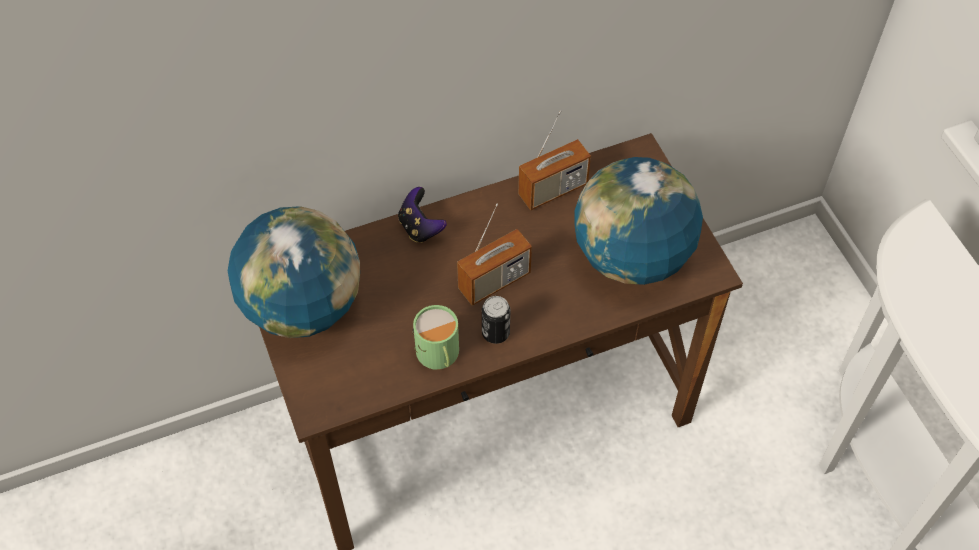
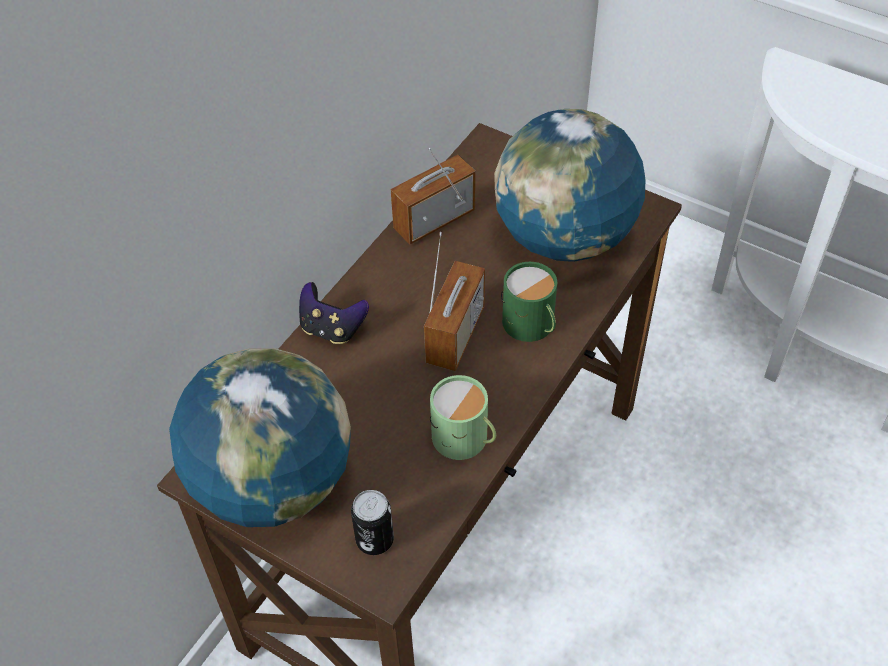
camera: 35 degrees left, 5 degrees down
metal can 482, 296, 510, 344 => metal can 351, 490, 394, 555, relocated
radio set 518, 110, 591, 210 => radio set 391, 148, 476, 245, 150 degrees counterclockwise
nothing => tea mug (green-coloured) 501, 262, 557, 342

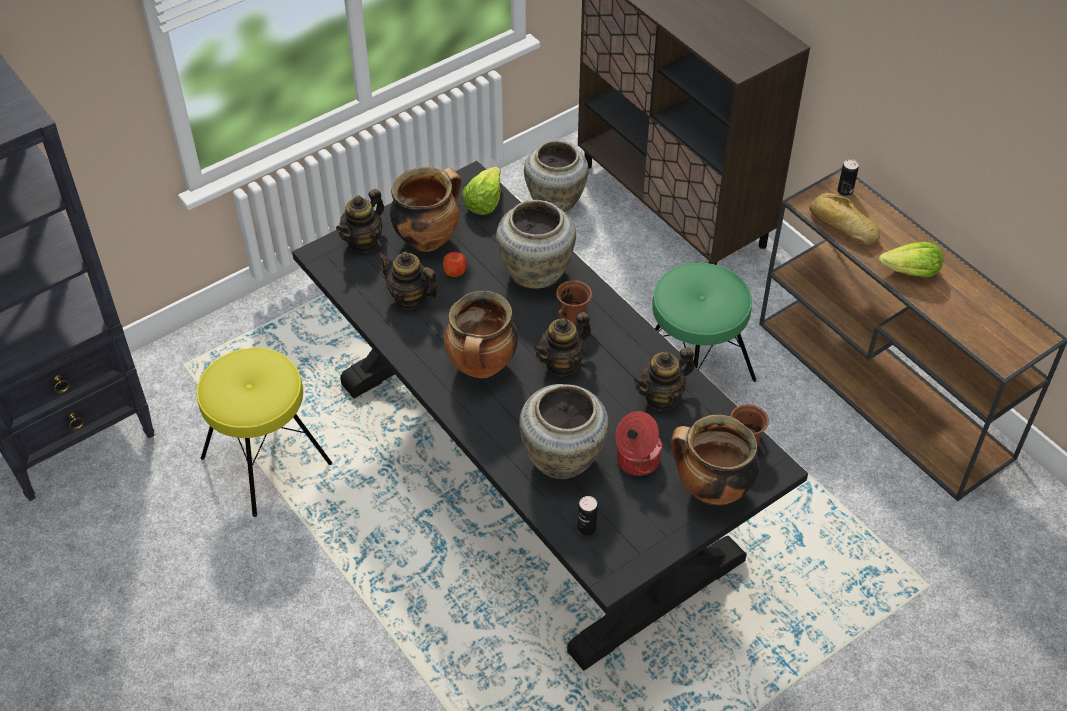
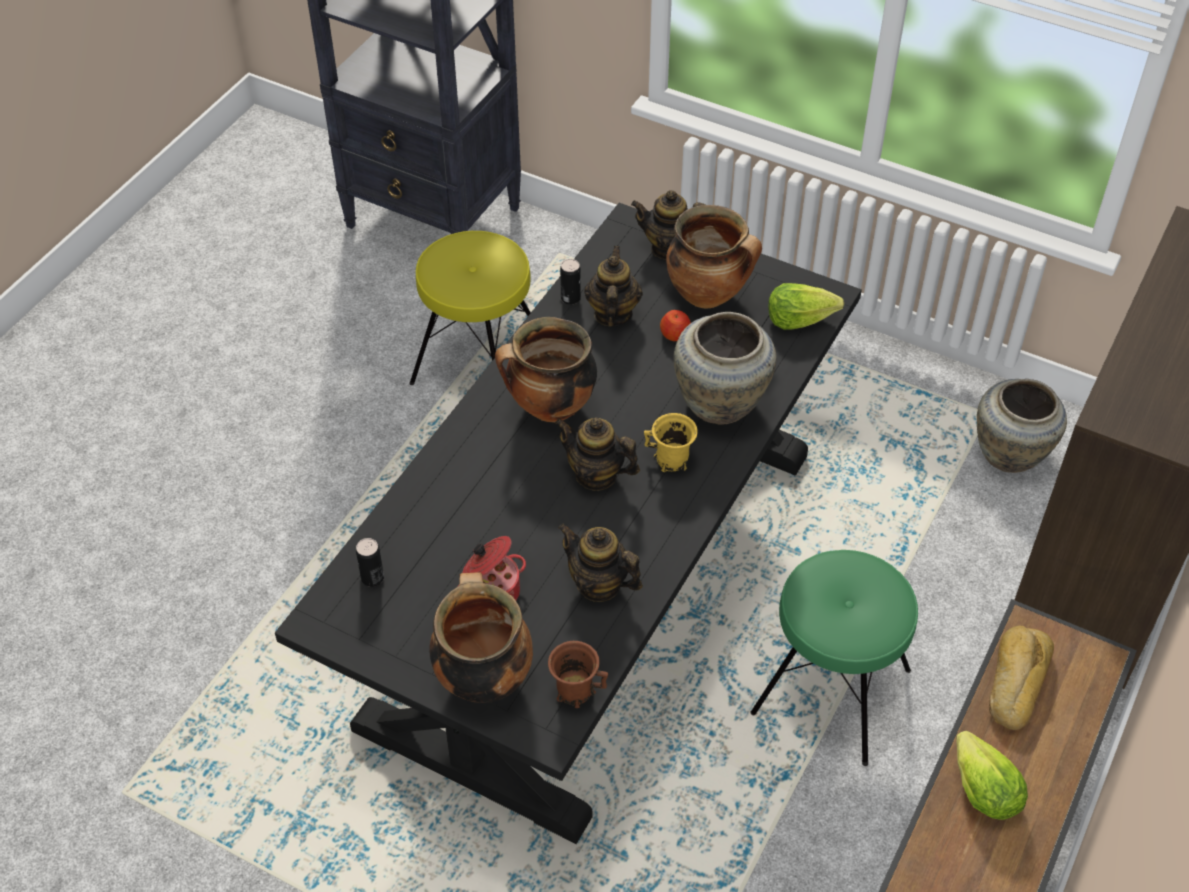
camera: 65 degrees right, 0 degrees up
vase (beige) 519, 384, 609, 479 => nothing
tea mug (brown-coloured) 556, 280, 592, 326 => tea mug (yellow-coloured) 644, 413, 698, 472
metal can 837, 159, 859, 196 => metal can 560, 259, 581, 305, relocated

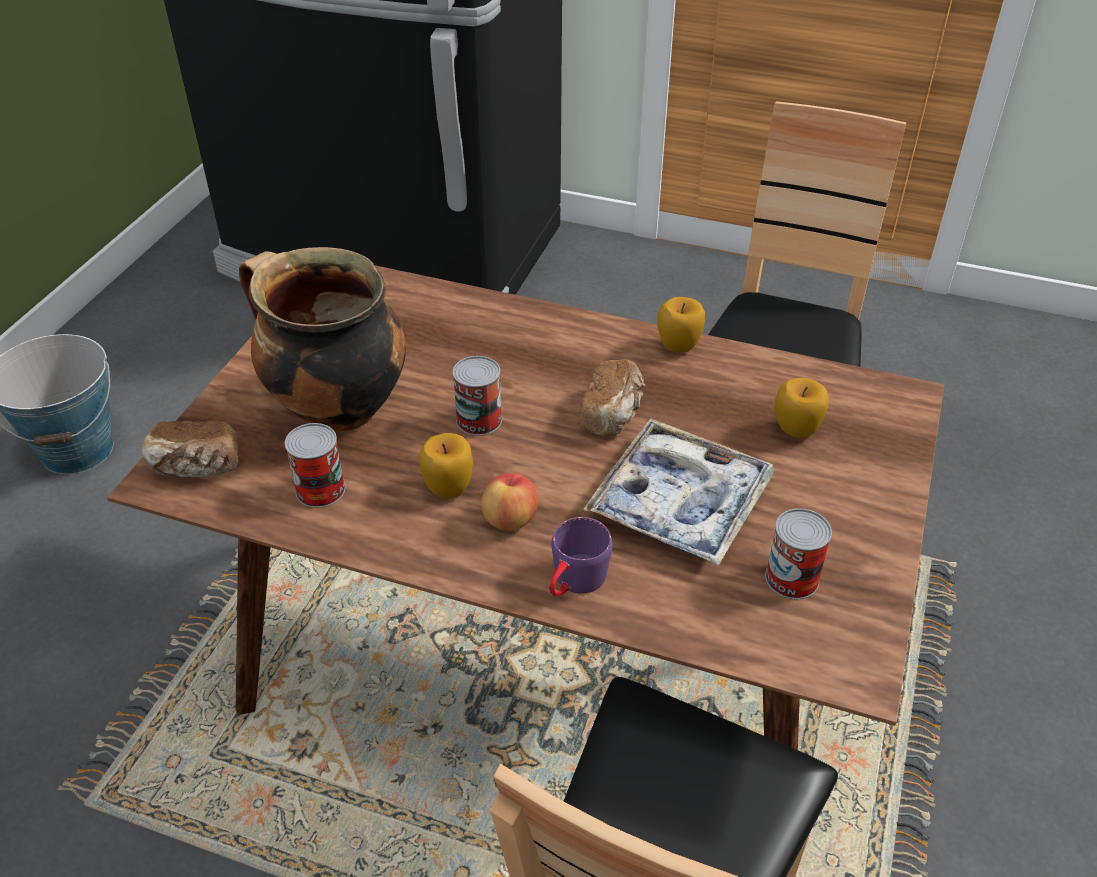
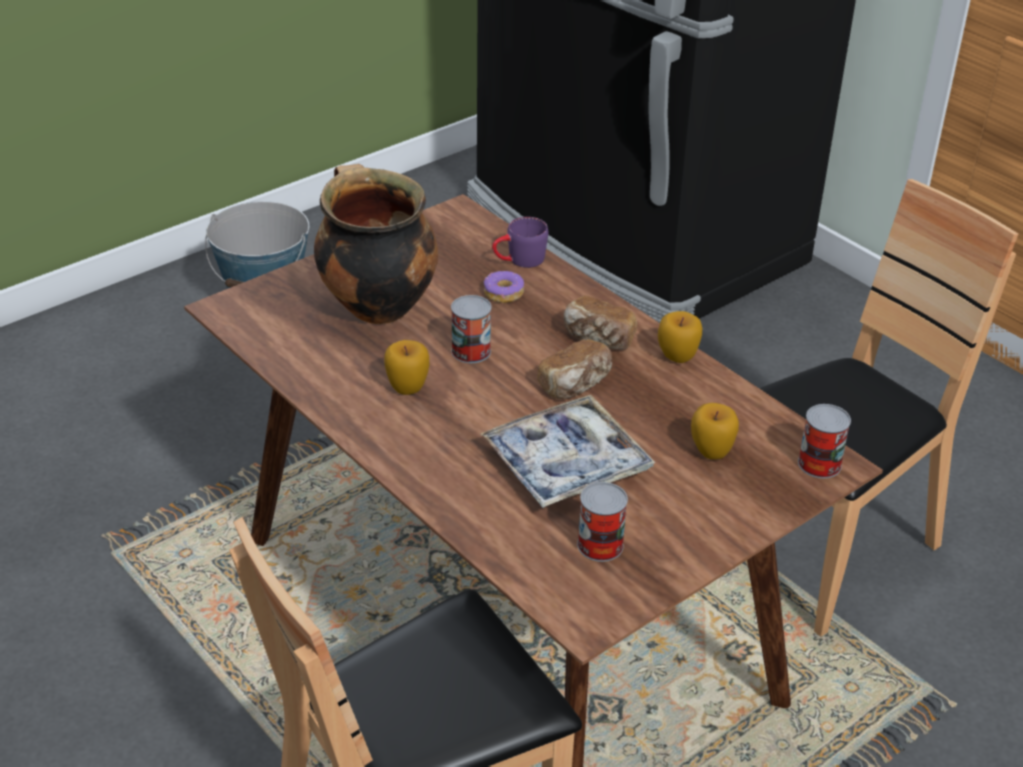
camera: 30 degrees right, 5 degrees down
bread 142, 420, 238, 478 => bread 563, 296, 637, 350, relocated
metal can 285, 423, 345, 508 => metal can 798, 404, 851, 478, relocated
apple fruit 481, 473, 538, 531 => nothing
tea mug (purple-coloured) 549, 517, 613, 596 => tea mug (purple-coloured) 492, 217, 549, 268, relocated
nothing => ring doughnut 484, 271, 524, 303

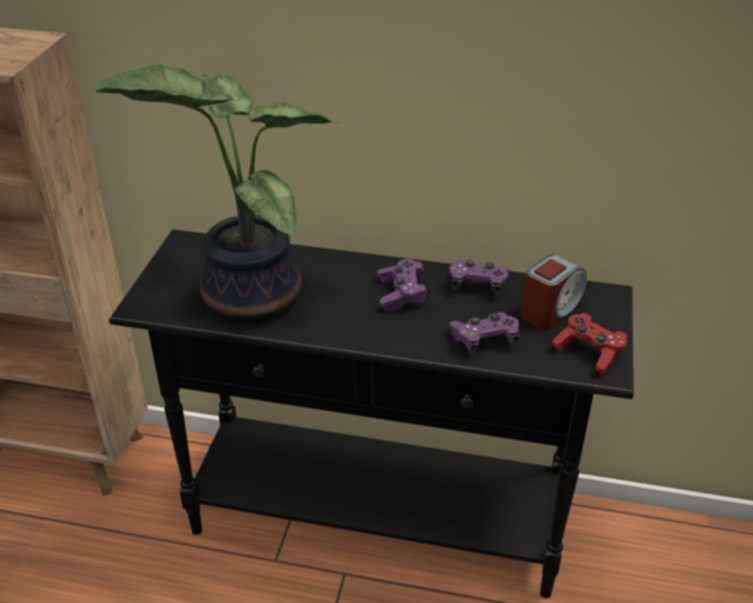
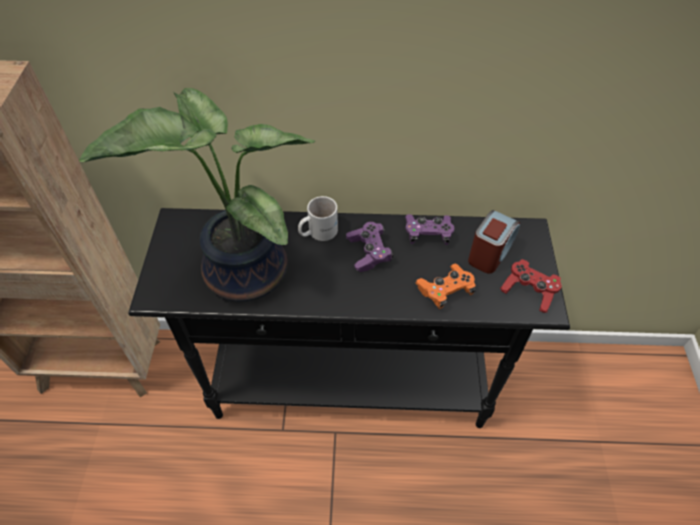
camera: 10 degrees left, 15 degrees up
game controller (purple-coloured) 449, 312, 520, 354 => game controller (orange-coloured) 415, 264, 476, 309
nothing => tea mug (white) 298, 196, 338, 241

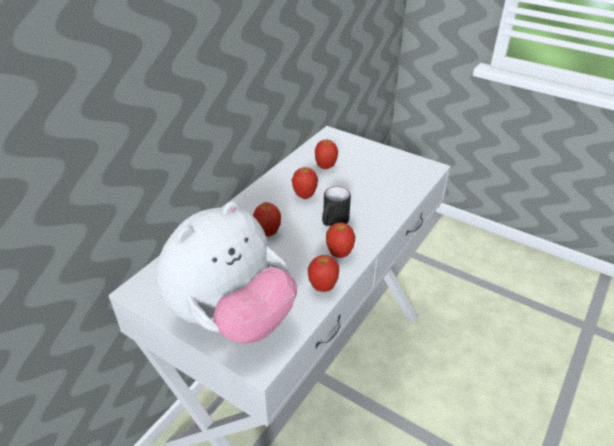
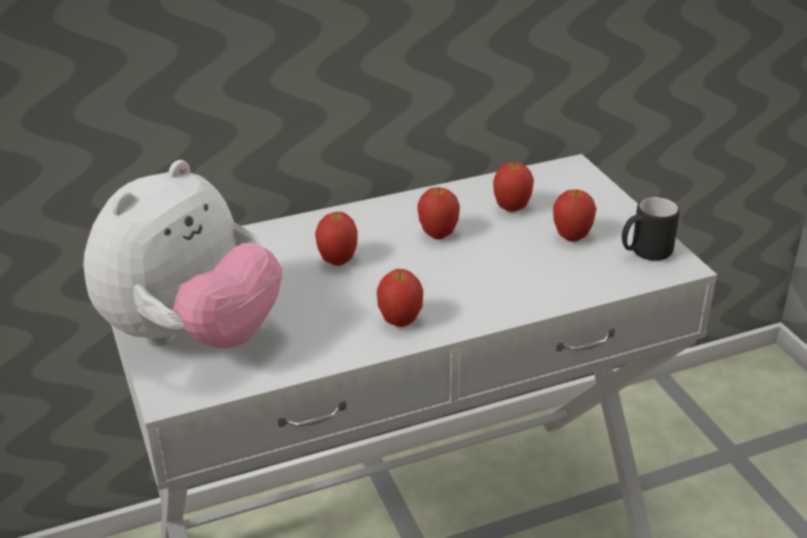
camera: 35 degrees right, 5 degrees down
soft toy 156, 202, 297, 343 => soft toy 83, 160, 282, 349, 45 degrees counterclockwise
apple fruit 308, 255, 339, 292 => apple fruit 553, 190, 596, 242, relocated
tea mug (black) 322, 186, 351, 226 => tea mug (black) 622, 197, 680, 261, relocated

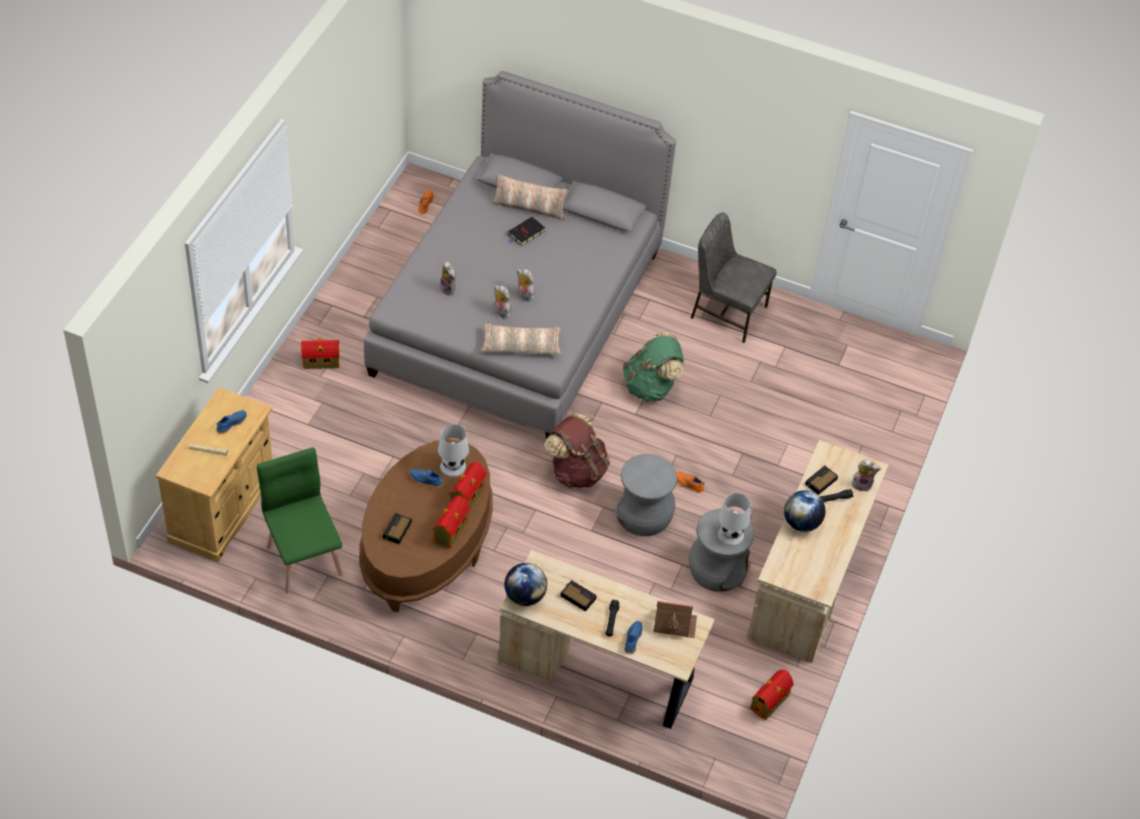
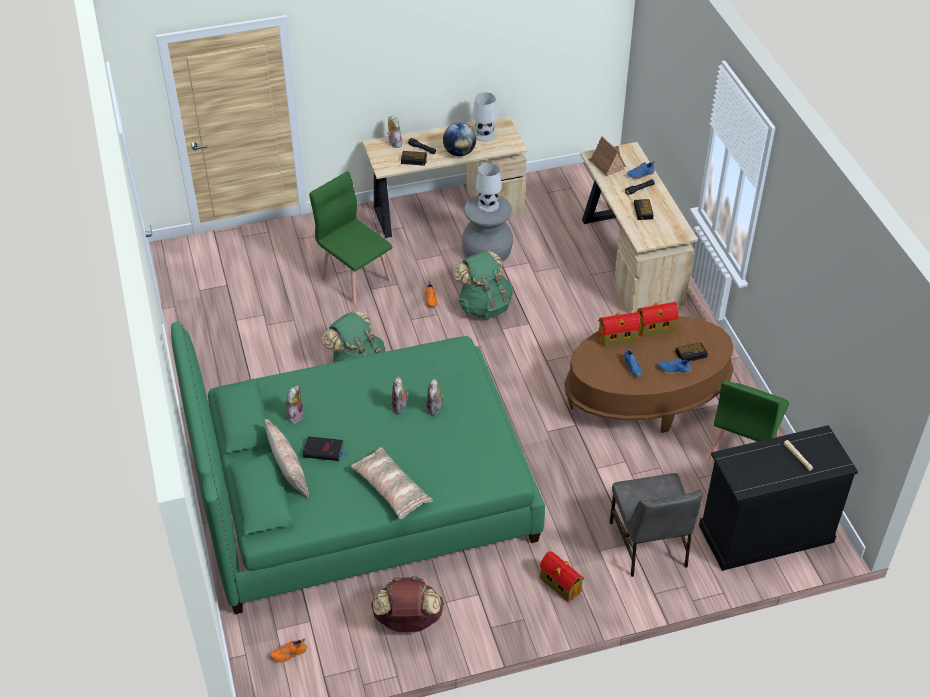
camera: 125 degrees left, 5 degrees down
cabinet (beige) 156, 387, 272, 562 => cabinet (black) 699, 425, 858, 571
shoe (blue) 216, 410, 247, 434 => shoe (blue) 658, 358, 692, 374, relocated
sleeping bed (greyish) 364, 71, 676, 439 => sleeping bed (green-coloured) 171, 322, 545, 614
tabletop lamp (white) 438, 424, 469, 477 => tabletop lamp (white) 472, 92, 498, 141, relocated
soft toy 440, 261, 456, 296 => soft toy 285, 386, 304, 424, relocated
throw pillow 481, 323, 562, 355 => throw pillow 351, 447, 433, 519, relocated
desk globe 505, 563, 547, 606 => nothing
knapsack (brown-coloured) 544, 413, 610, 488 => knapsack (brown-coloured) 371, 576, 444, 632, relocated
stool (greyish) 616, 454, 677, 536 => knapsack (green-coloured) 453, 251, 513, 319
chair (greyish) 691, 213, 776, 343 => chair (greyish) 610, 473, 703, 577, relocated
toy house 750, 670, 794, 720 => nothing
nothing => chair (green-coloured) 309, 171, 392, 304

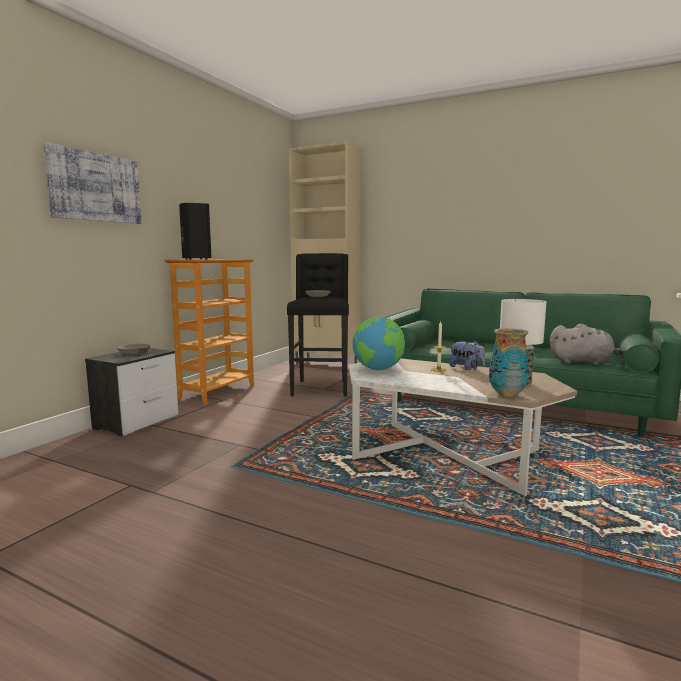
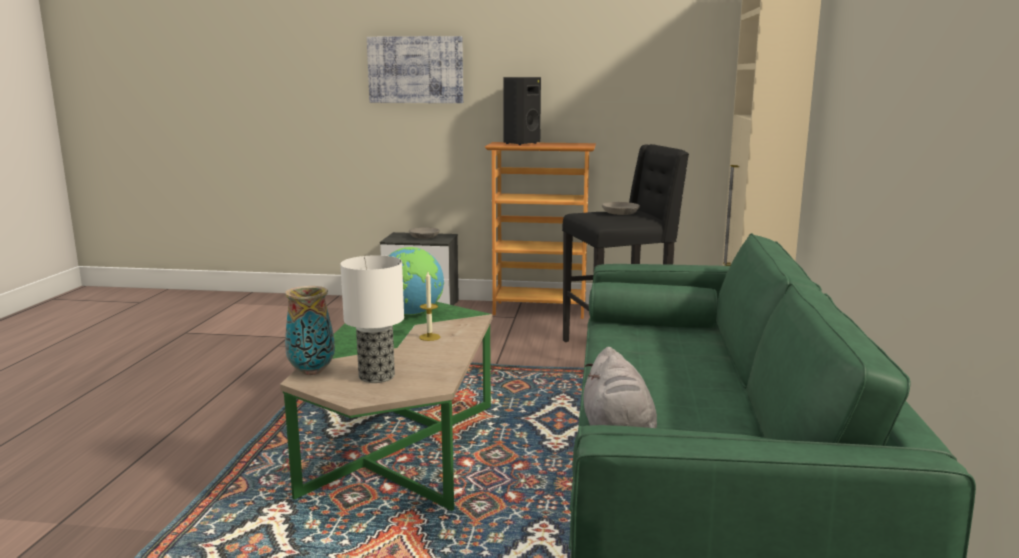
camera: 70 degrees right, 5 degrees up
low table (white) 349, 359, 577, 496 => low table (green-coloured) 280, 302, 492, 511
soft toy 449, 341, 485, 370 => nothing

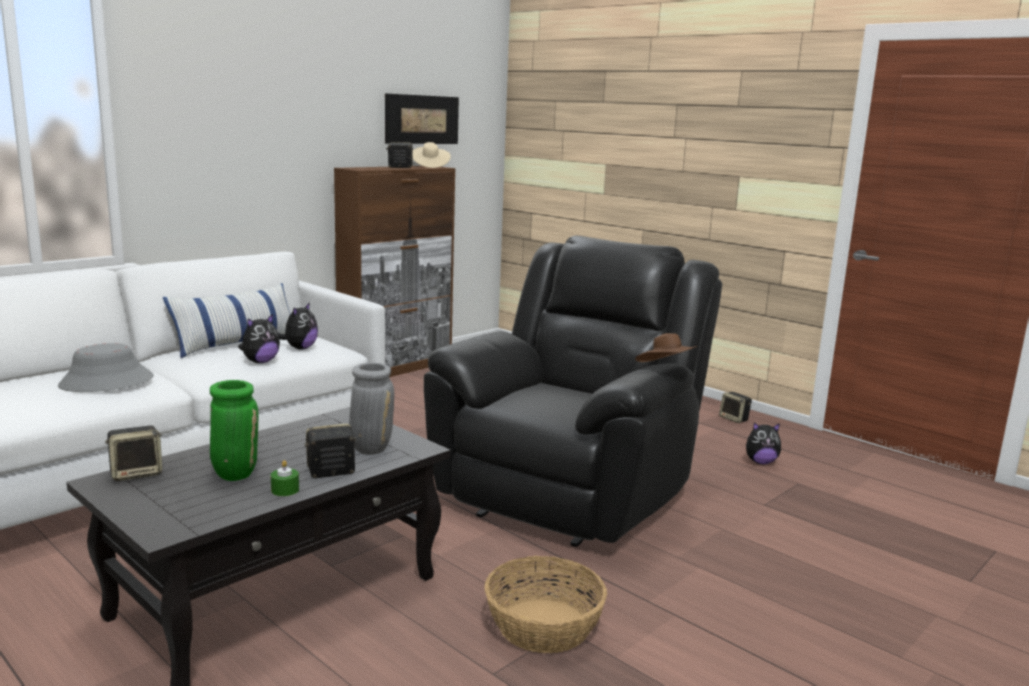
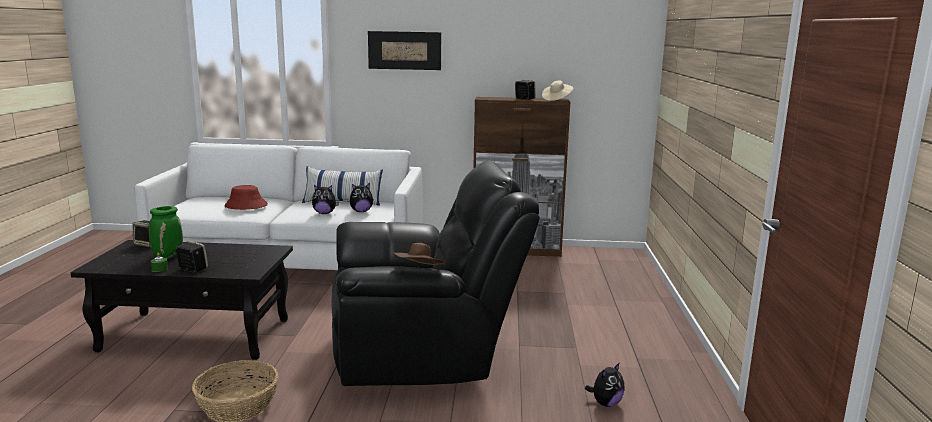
camera: 50 degrees right, 0 degrees up
wearable hat (greyish) 58, 343, 154, 392 => wearable hat (red-coloured) 224, 185, 268, 210
vase (greyish) 349, 363, 394, 455 => nothing
wall picture 385, 93, 459, 144 => wall picture 368, 31, 441, 70, relocated
audio speaker 719, 392, 752, 423 => nothing
soft toy 746, 422, 781, 464 => soft toy 585, 362, 625, 407, 90 degrees counterclockwise

